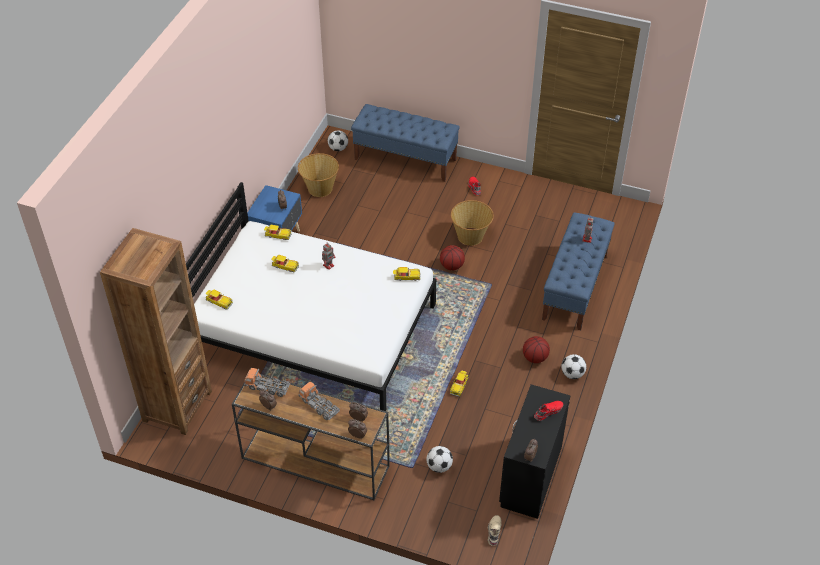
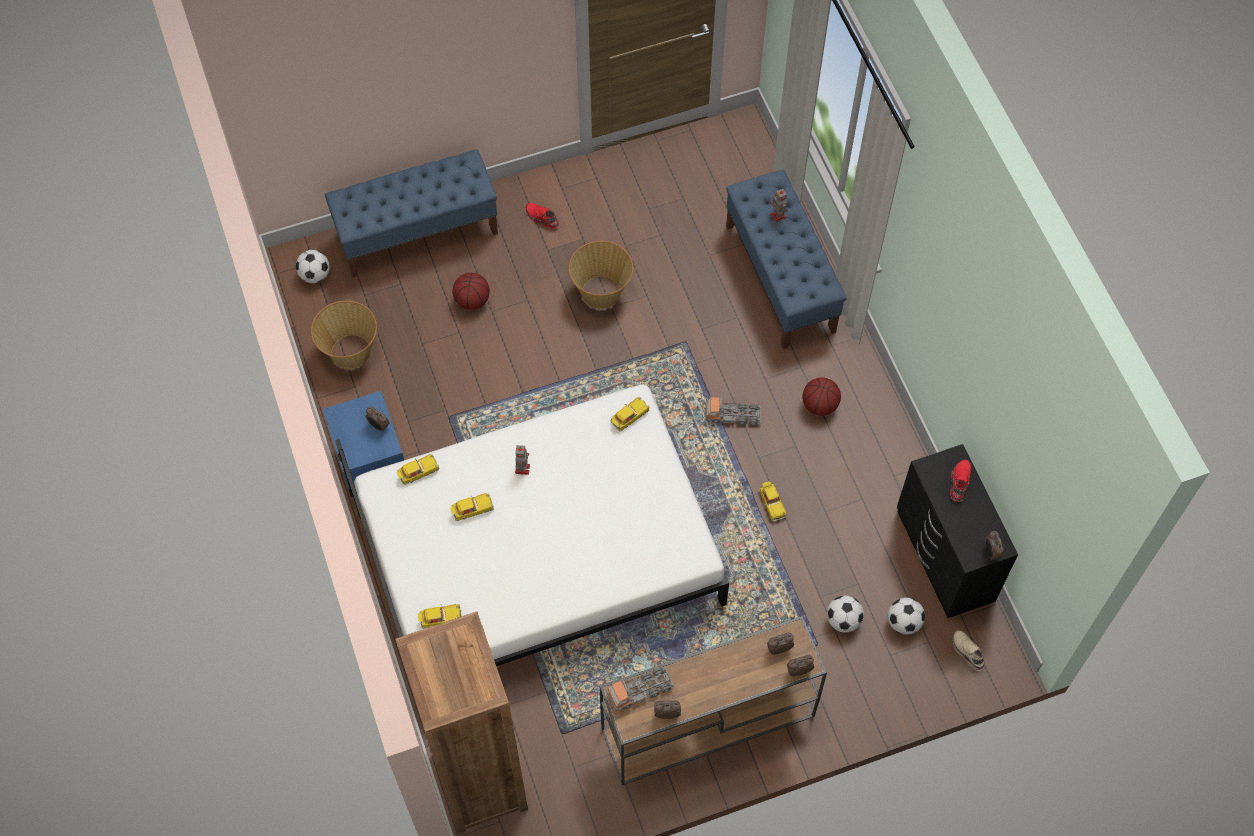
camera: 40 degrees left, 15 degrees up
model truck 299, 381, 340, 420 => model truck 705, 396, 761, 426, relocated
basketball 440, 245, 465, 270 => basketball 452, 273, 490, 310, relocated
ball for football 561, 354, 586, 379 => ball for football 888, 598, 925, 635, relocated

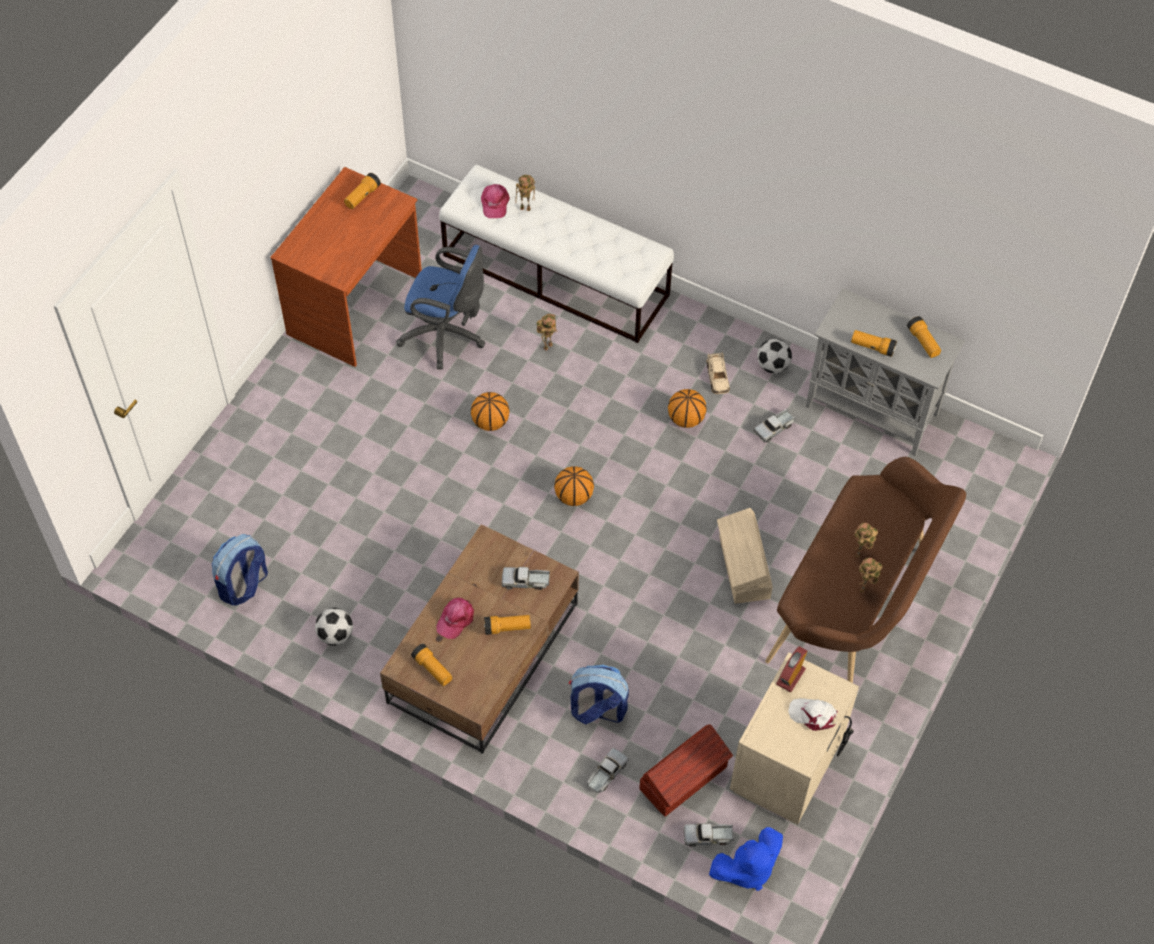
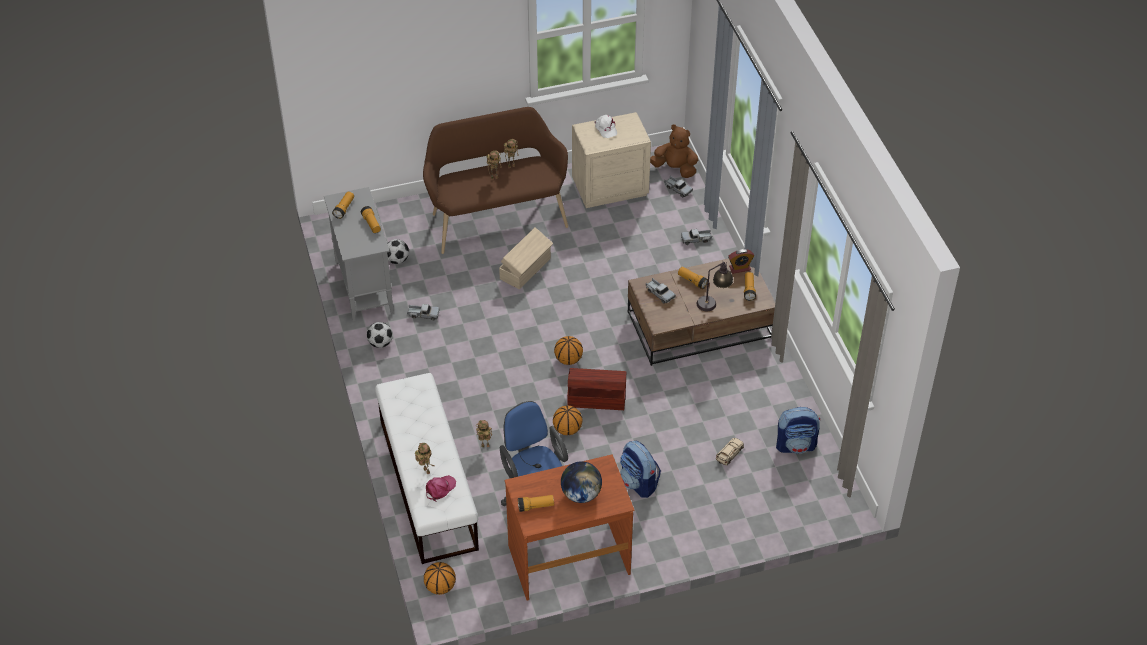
camera: 135 degrees left, 10 degrees down
ball for football 315, 608, 353, 646 => ball for football 387, 239, 409, 264, relocated
cap (pink-coloured) 436, 598, 474, 639 => tabletop lamp 697, 260, 733, 311
knapsack 569, 665, 629, 725 => knapsack 620, 441, 661, 498, relocated
storage box (brown-coloured) 639, 724, 733, 817 => storage box (brown-coloured) 567, 368, 626, 410, relocated
basketball 668, 389, 707, 428 => basketball 424, 562, 456, 595, relocated
toy car (beige) 706, 351, 730, 394 => toy car (beige) 715, 438, 744, 465, relocated
soft toy (blue) 709, 827, 783, 891 => soft toy (brown-coloured) 650, 125, 698, 178
alarm clock 776, 646, 807, 692 => alarm clock 728, 249, 754, 274, relocated
nothing => desk globe 561, 461, 602, 503

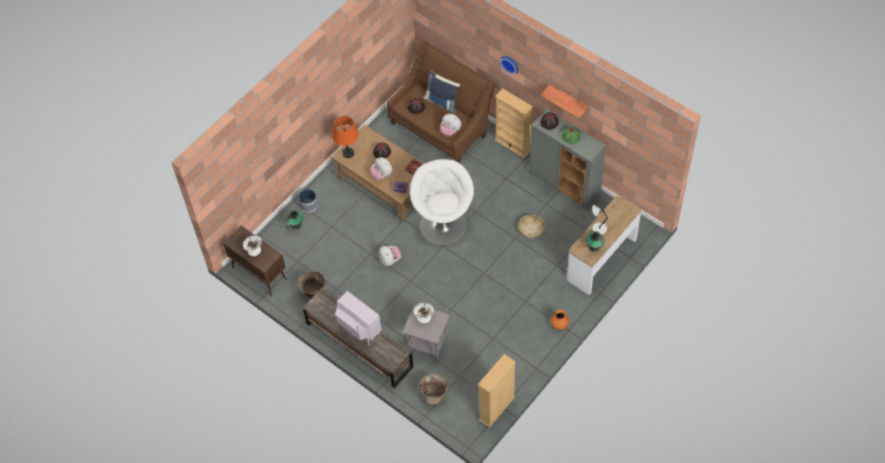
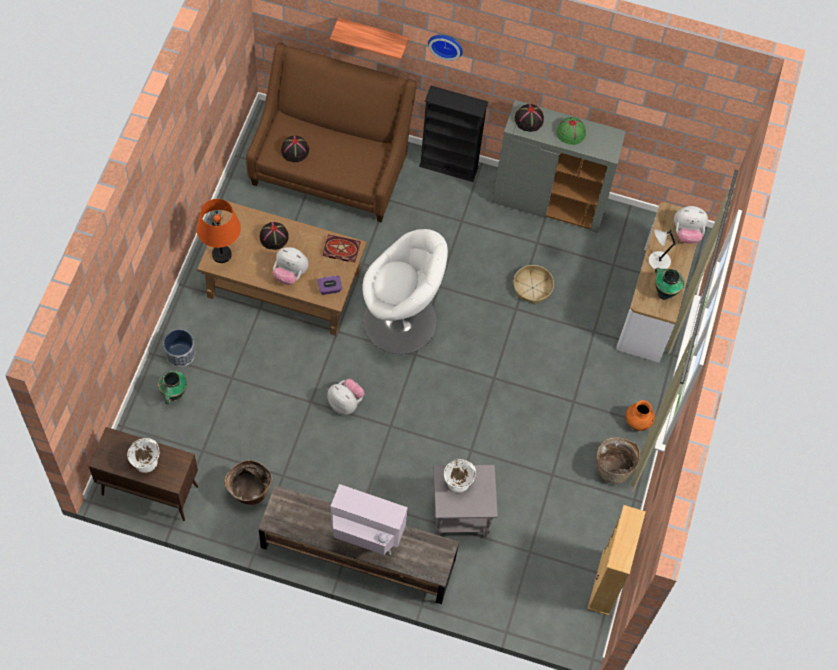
camera: 30 degrees left, 5 degrees up
armchair (white) 410, 159, 474, 245 => armchair (white) 363, 229, 448, 354, 135 degrees clockwise
storage basket 418, 374, 449, 405 => storage basket 597, 437, 640, 484, relocated
throw pillow (blue) 424, 70, 460, 114 => nothing
soft toy 440, 114, 462, 137 => soft toy 674, 206, 708, 244, relocated
bookcase (beige) 495, 88, 533, 158 => bookcase (black) 419, 86, 488, 182
wall shelf 540, 84, 589, 119 => wall shelf 330, 18, 409, 60, relocated

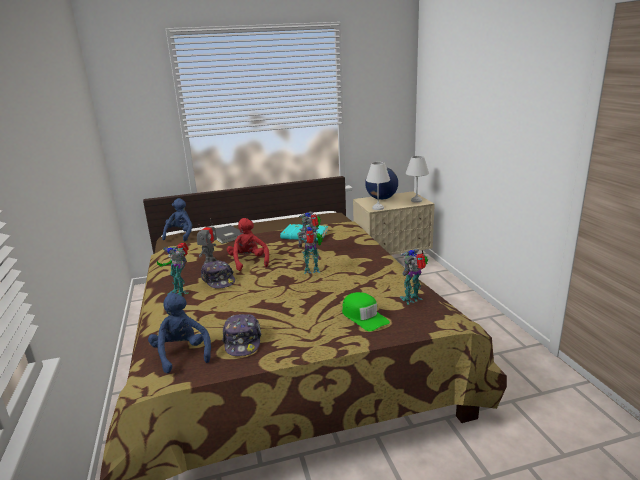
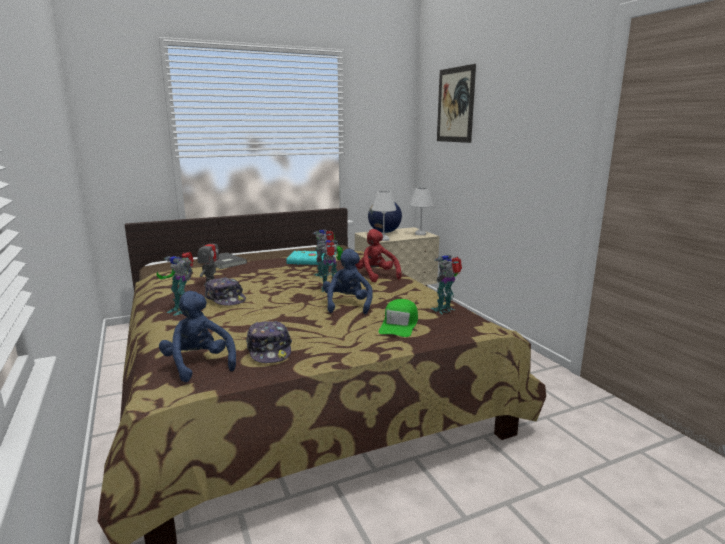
camera: 10 degrees left, 5 degrees down
soft toy (blue) 162, 198, 192, 241 => soft toy (blue) 323, 249, 373, 314, relocated
soft toy (red-coloured) 227, 218, 269, 271 => soft toy (red-coloured) 355, 229, 402, 283, relocated
cap (green-coloured) 342, 292, 390, 331 => cap (green-coloured) 379, 299, 418, 337, 60 degrees clockwise
nothing => wall picture 437, 64, 476, 143

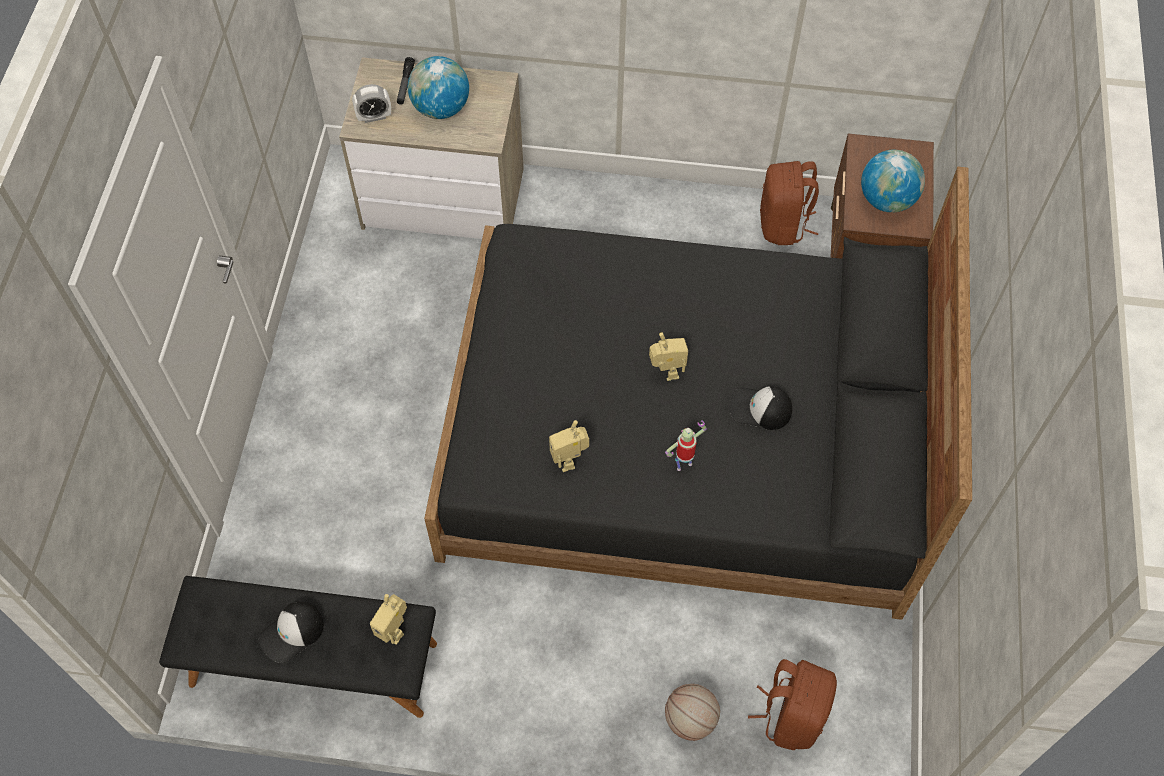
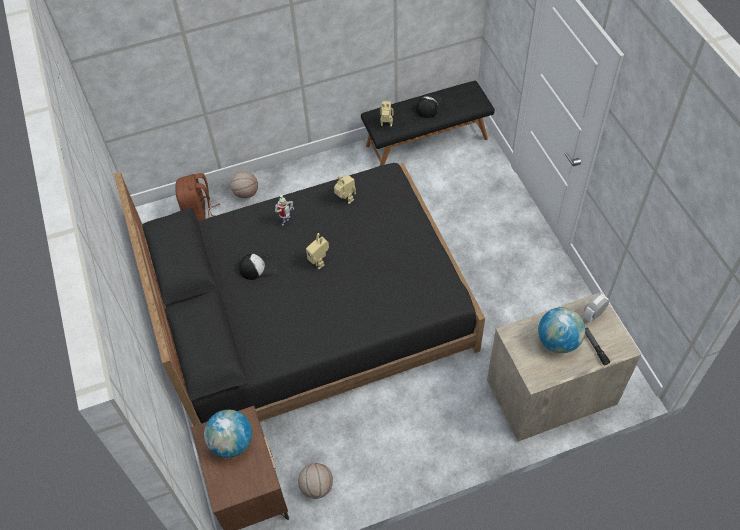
camera: 155 degrees right, 5 degrees down
knapsack (brown-coloured) 760, 161, 819, 245 => basketball 298, 463, 333, 499

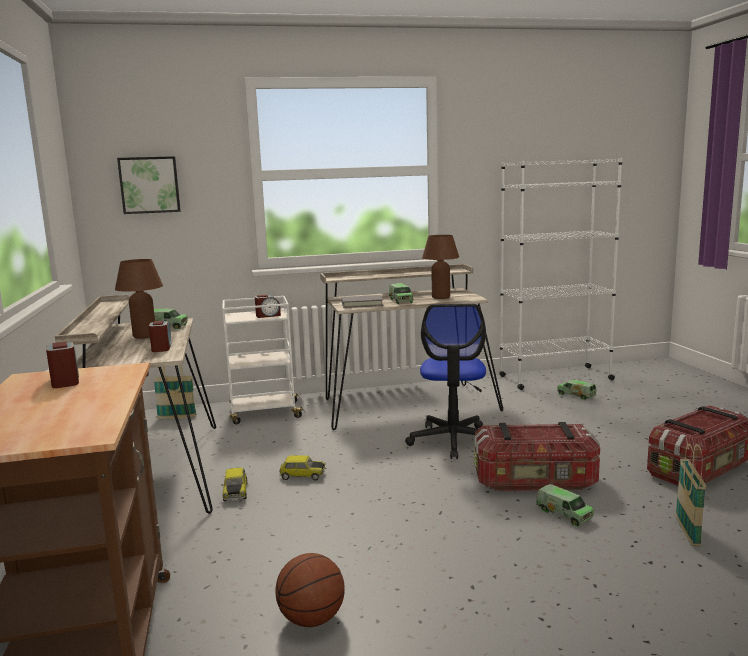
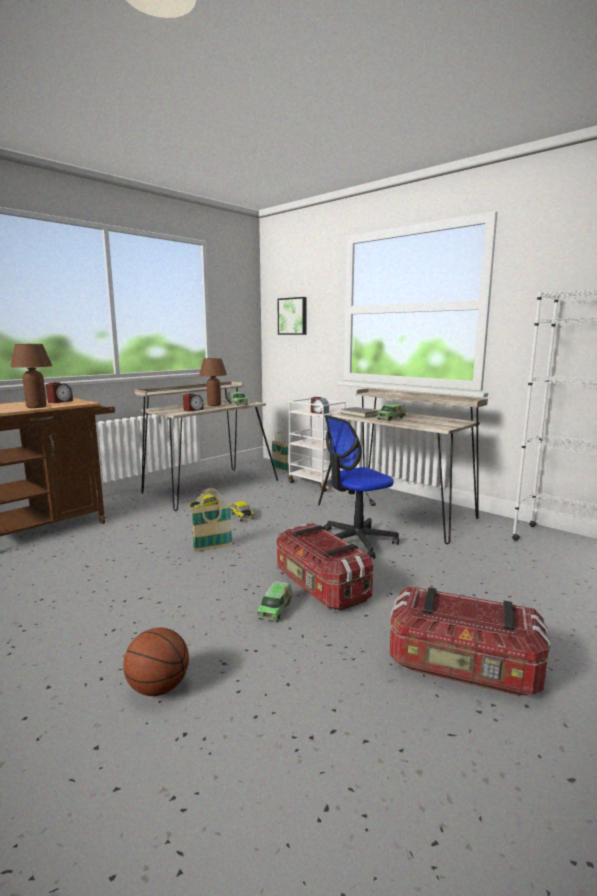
camera: 55 degrees right, 0 degrees up
basketball 275, 553, 345, 627 => basketball 123, 628, 189, 696, relocated
tabletop lamp (brown-coloured) 422, 235, 459, 299 => tabletop lamp (brown-coloured) 10, 344, 52, 408, relocated
model truck 557, 380, 597, 400 => nothing
storage basket 676, 444, 706, 546 => storage basket 190, 488, 233, 552, relocated

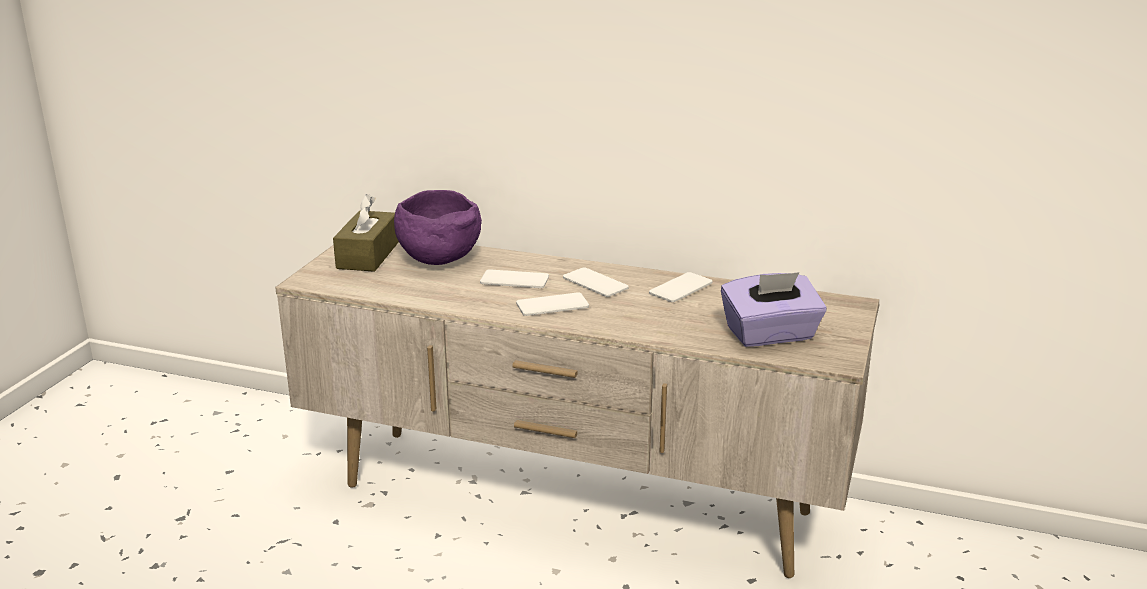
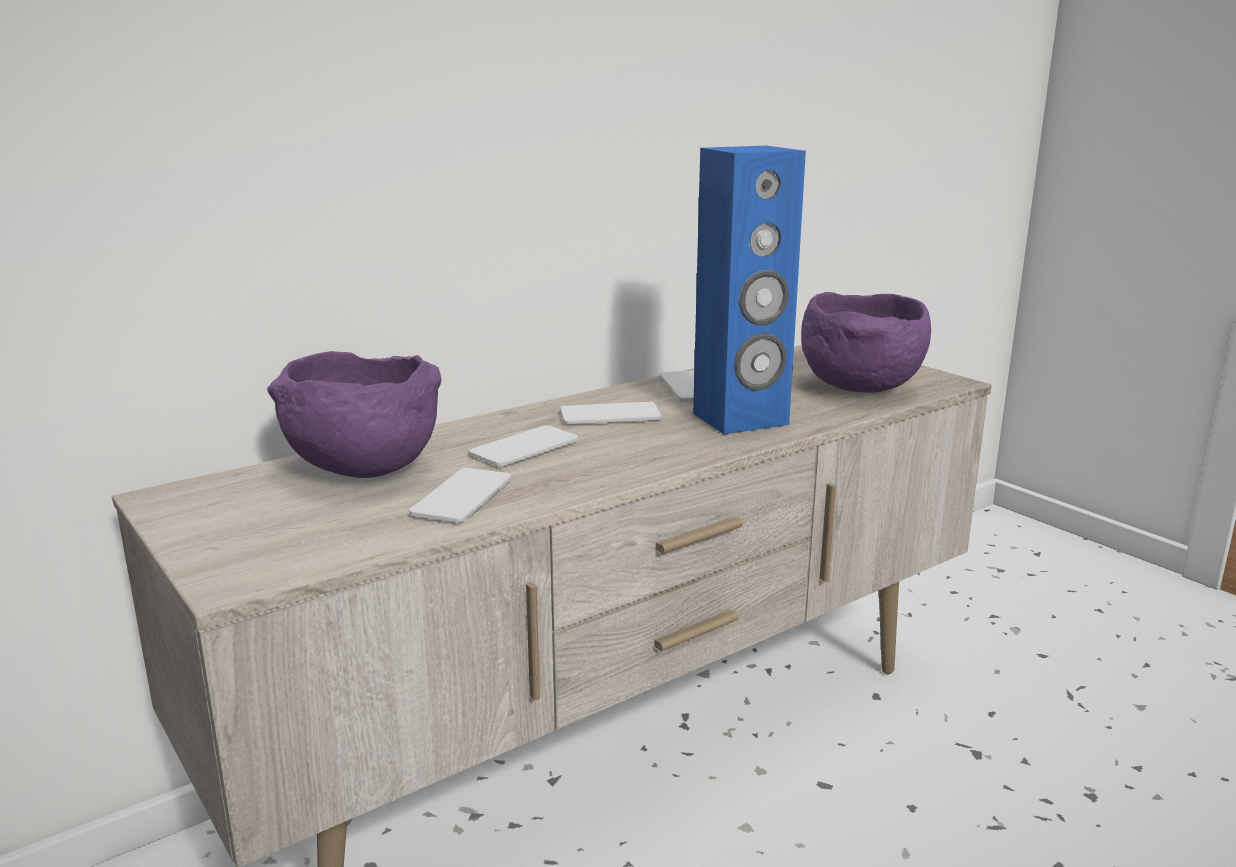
camera: 55 degrees left, 5 degrees down
box of tissues (brown-coloured) 333, 194, 399, 272 => nothing
telephone 516, 292, 589, 316 => telephone 409, 468, 511, 523, relocated
box of tissues (purple-coloured) 721, 272, 827, 347 => serving bowl (purple-coloured) 801, 292, 931, 393
nothing => audio speaker (blue) 693, 146, 806, 434

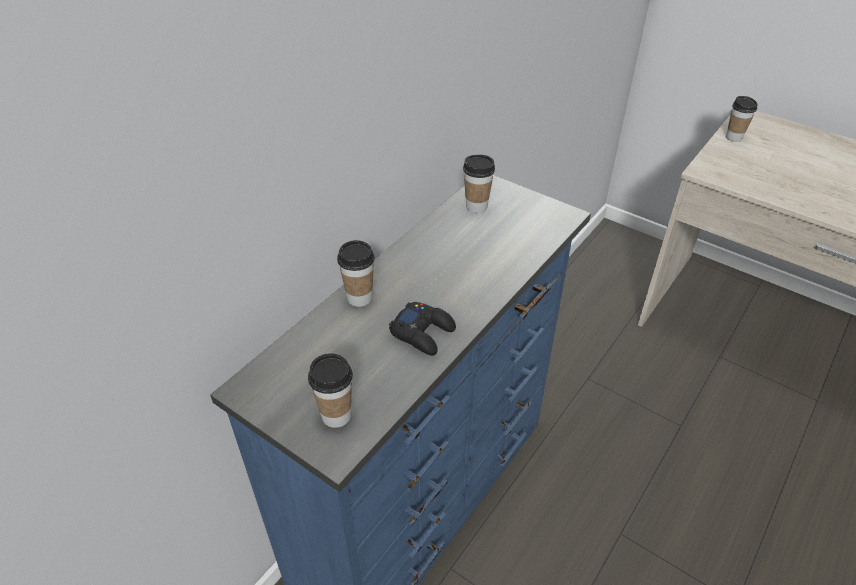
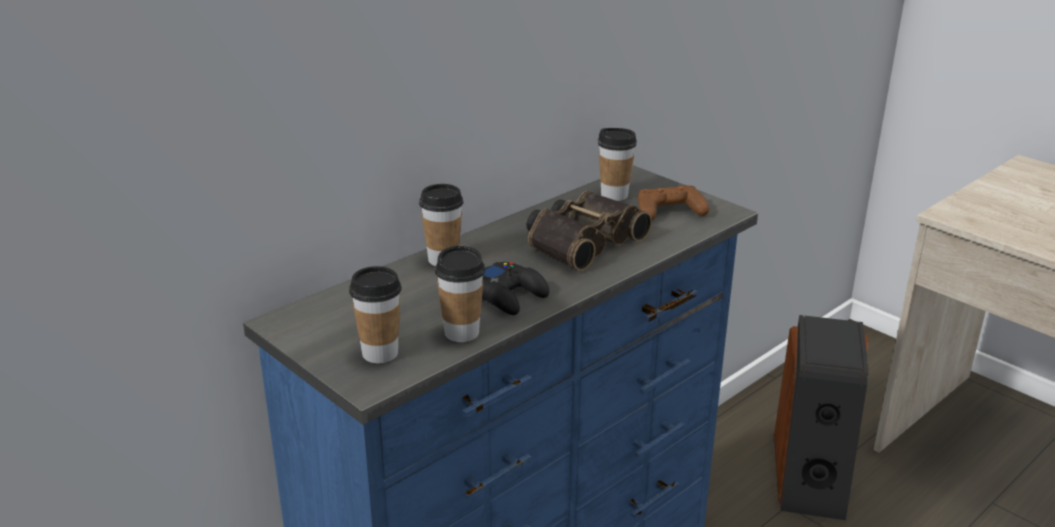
camera: 10 degrees right, 15 degrees down
cup 726, 96, 757, 142 => cup 435, 246, 485, 342, relocated
nothing => binoculars 527, 191, 652, 271
nothing => game controller (brown-coloured) 638, 185, 709, 220
nothing => audio speaker 774, 315, 869, 520

